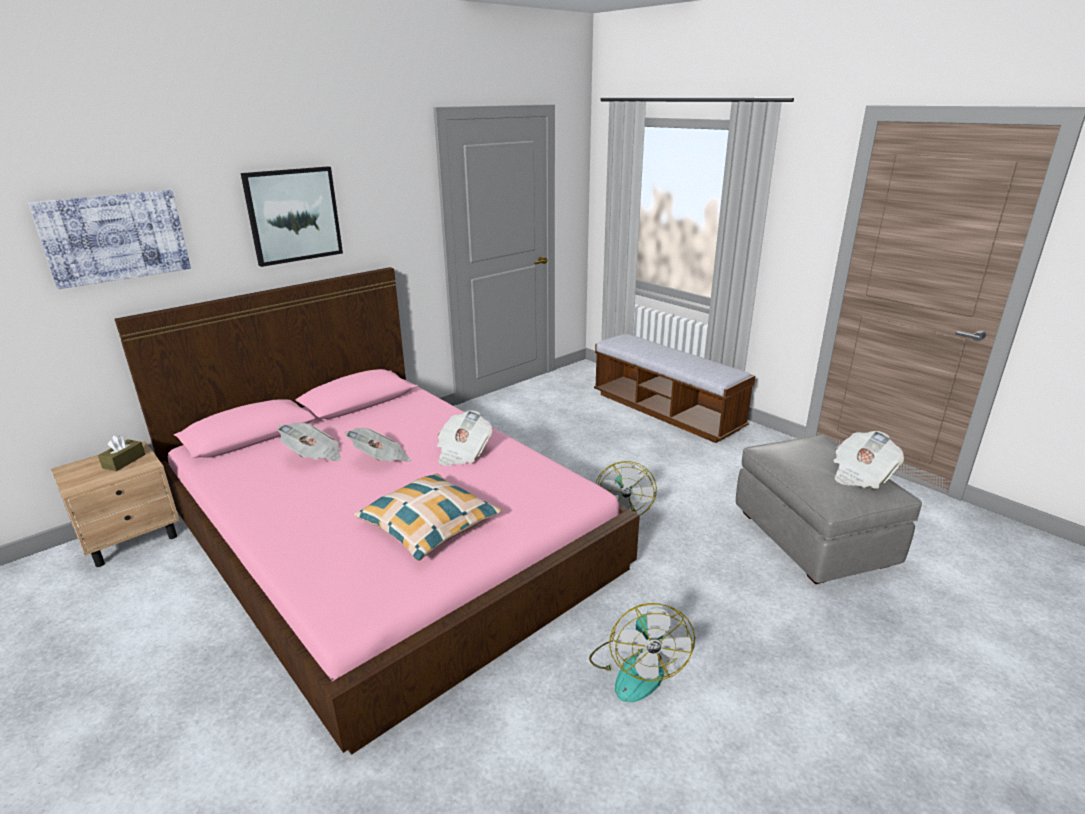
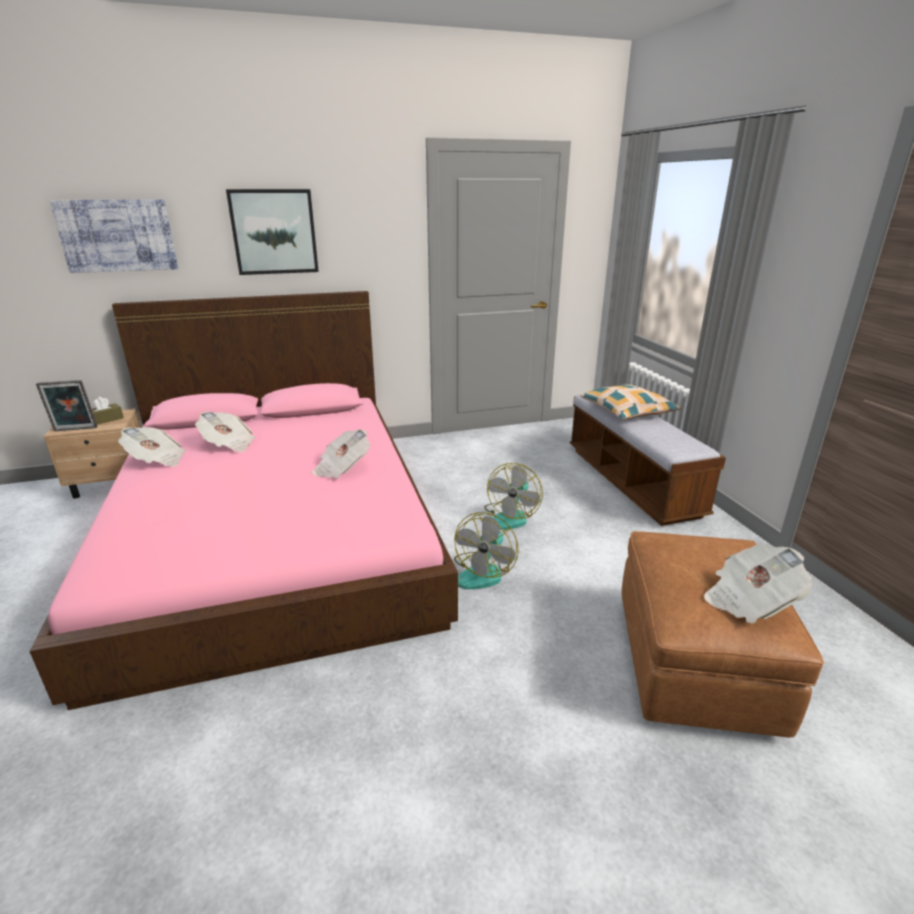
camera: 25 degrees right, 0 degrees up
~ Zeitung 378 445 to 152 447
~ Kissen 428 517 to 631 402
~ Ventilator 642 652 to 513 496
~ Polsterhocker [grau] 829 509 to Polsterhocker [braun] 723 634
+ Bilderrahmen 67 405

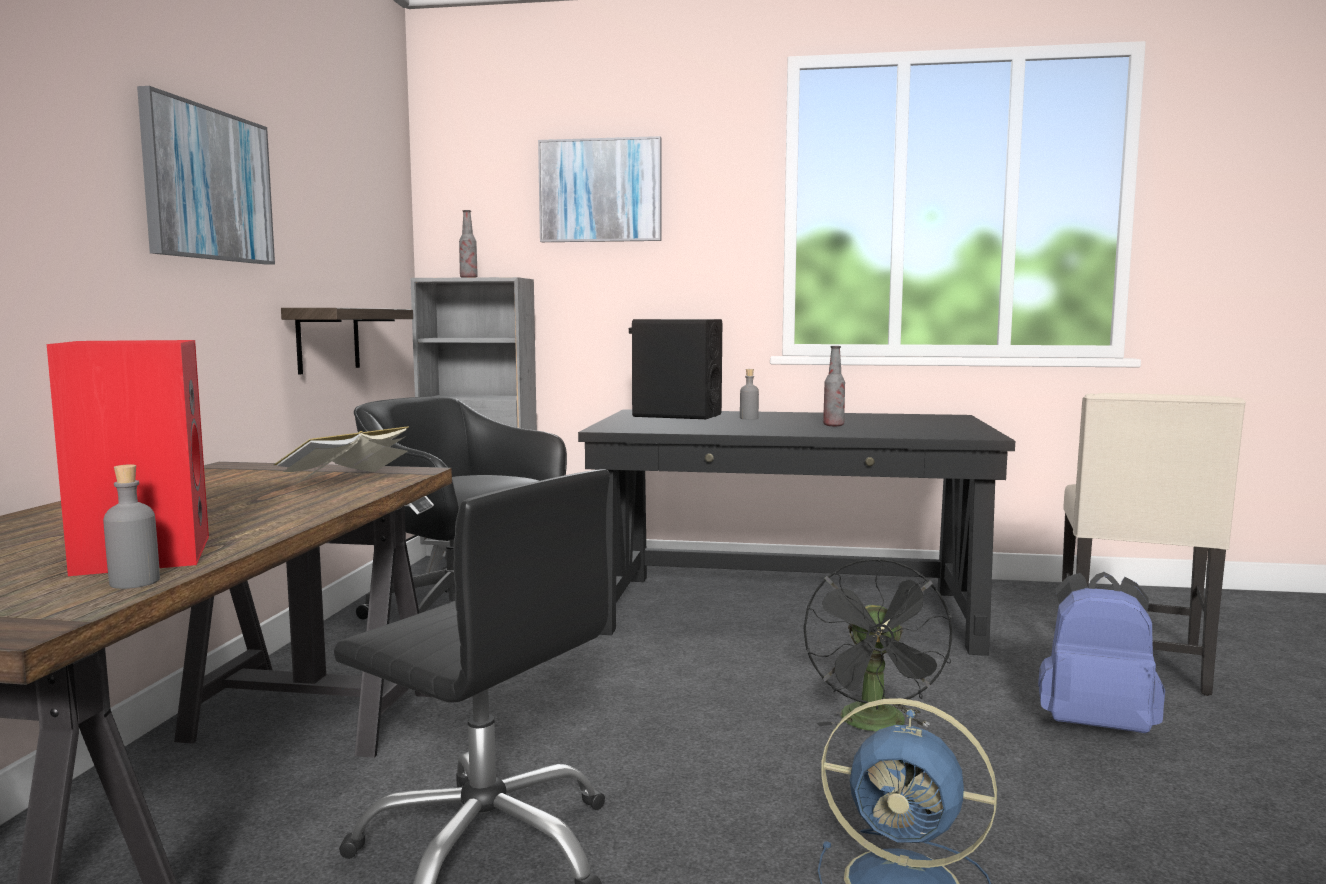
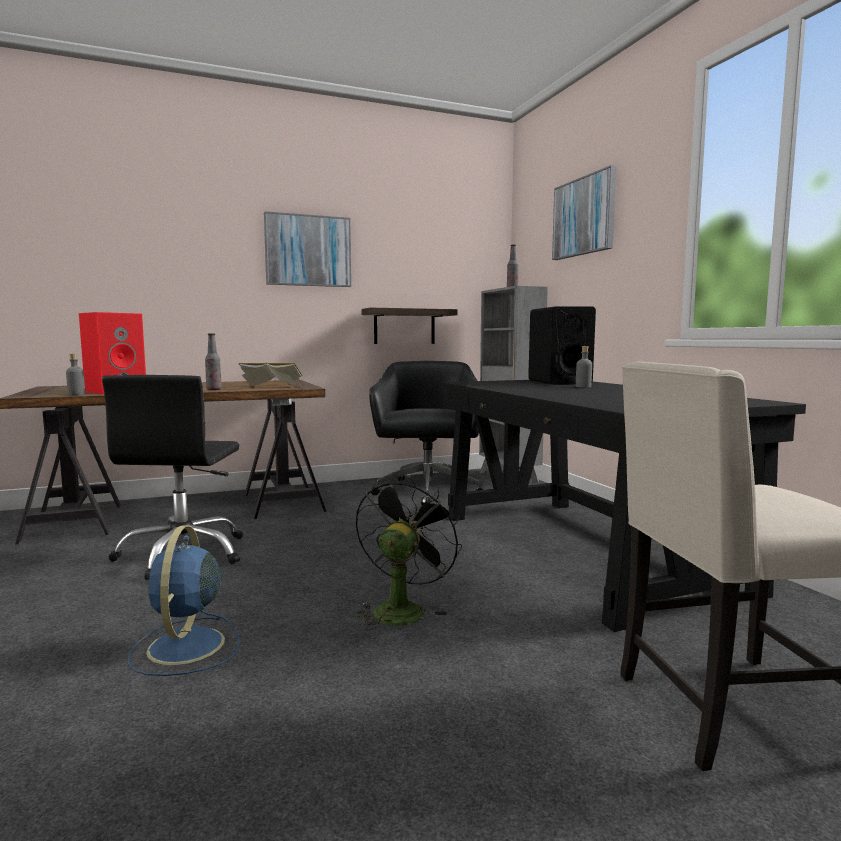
camera: 60 degrees right, 0 degrees up
~ Ventilator [schwarz] 877 644 = 409 553 135 degrees clockwise
~ Flasche 834 386 to 213 361
- Rucksack [blau] 1101 652

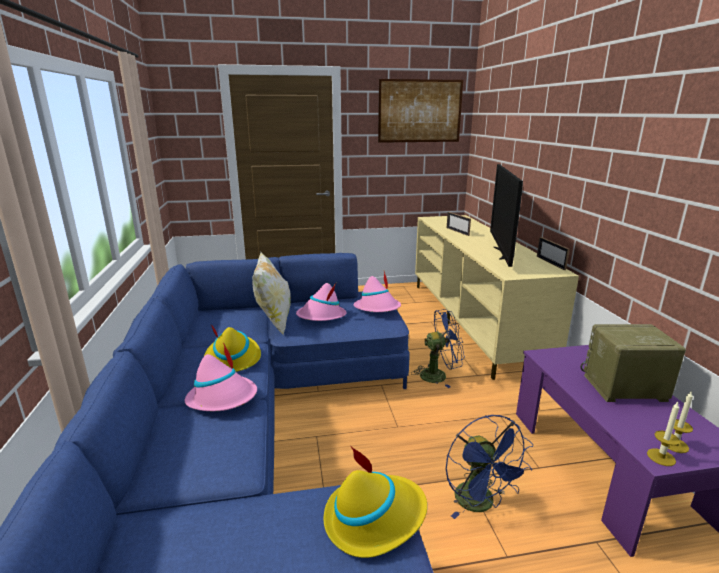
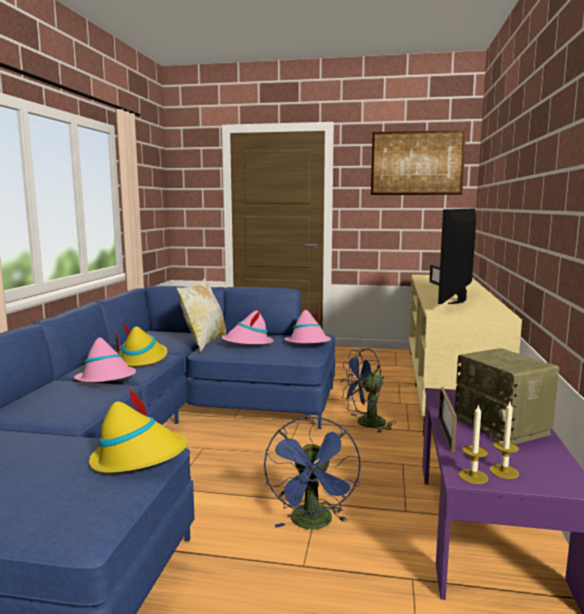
camera: 20 degrees right, 10 degrees down
~ Ventilator [blau] 438 348 = 368 390 150 degrees clockwise
~ Bilderrahmen 553 253 to 448 420
~ Radio 633 363 = 507 396 135 degrees counterclockwise

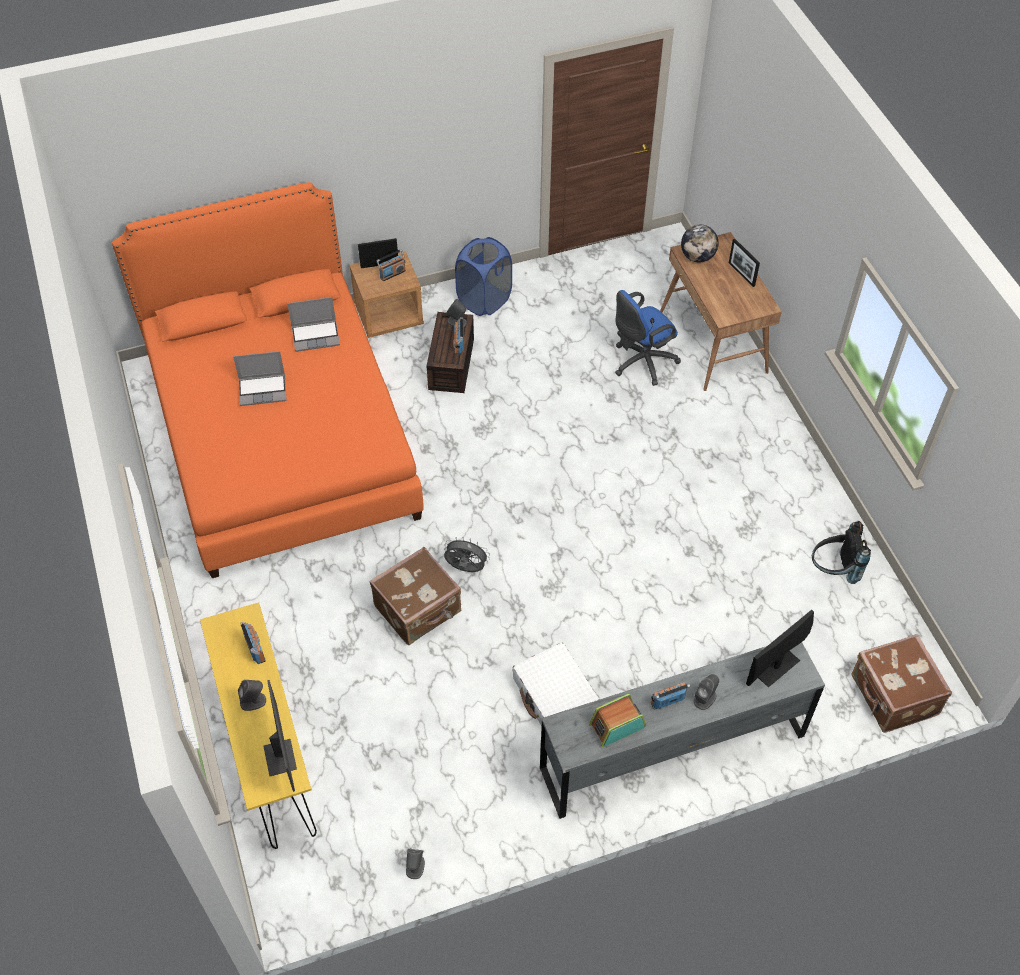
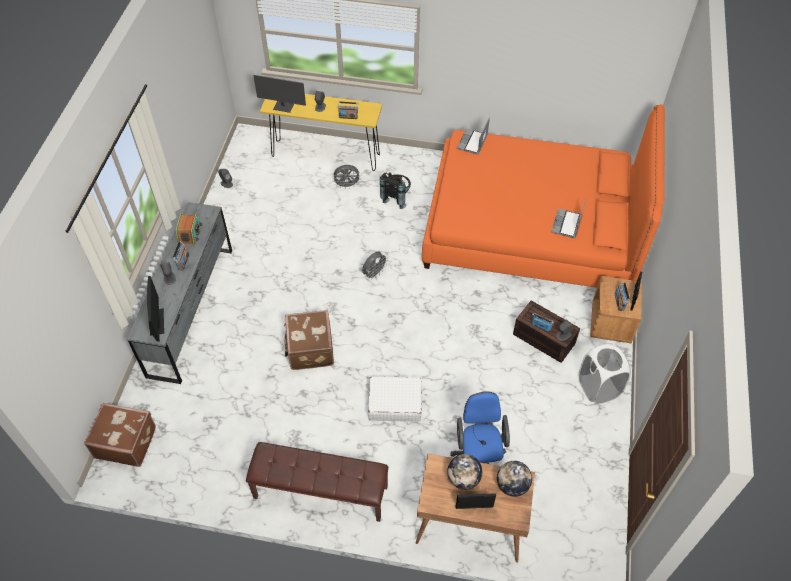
camera: 120 degrees right, 0 degrees up
~ Laptop 260 378 to 473 136
~ Koffer [braun] 415 596 to 309 340
~ Wäschekorb [blau] 483 276 to Wäschekorb [weiß] 605 374
~ Koffer [weiß] 556 684 to 395 399
~ Rucksack [schwarz] 841 552 to 395 190
+ Bank [braun] 317 482
+ Ventilator [grau] 346 176
+ Globus 464 472

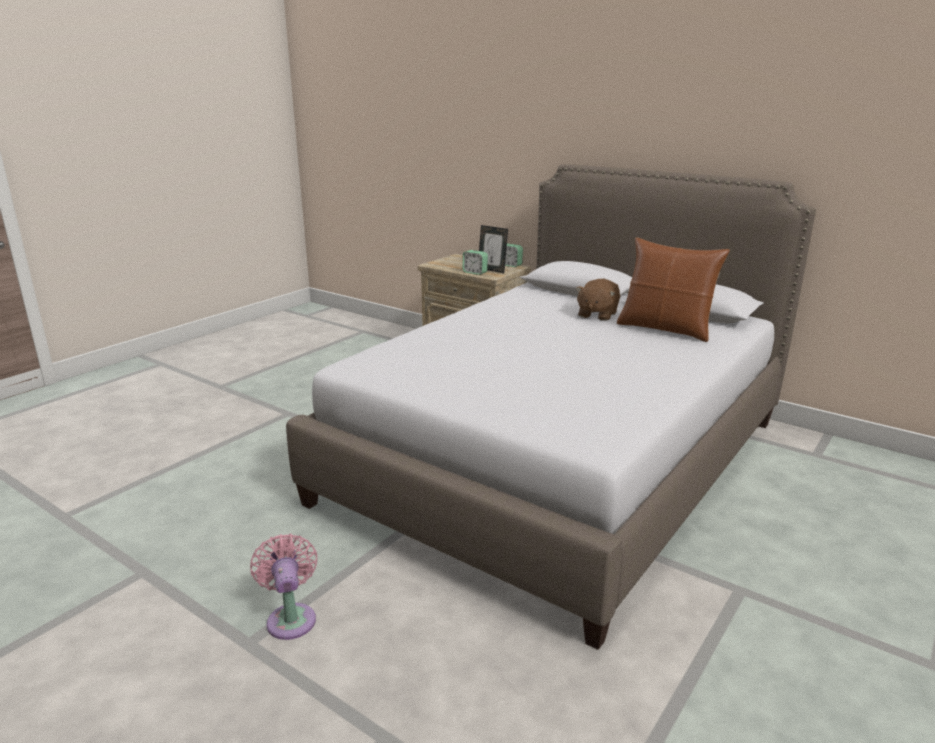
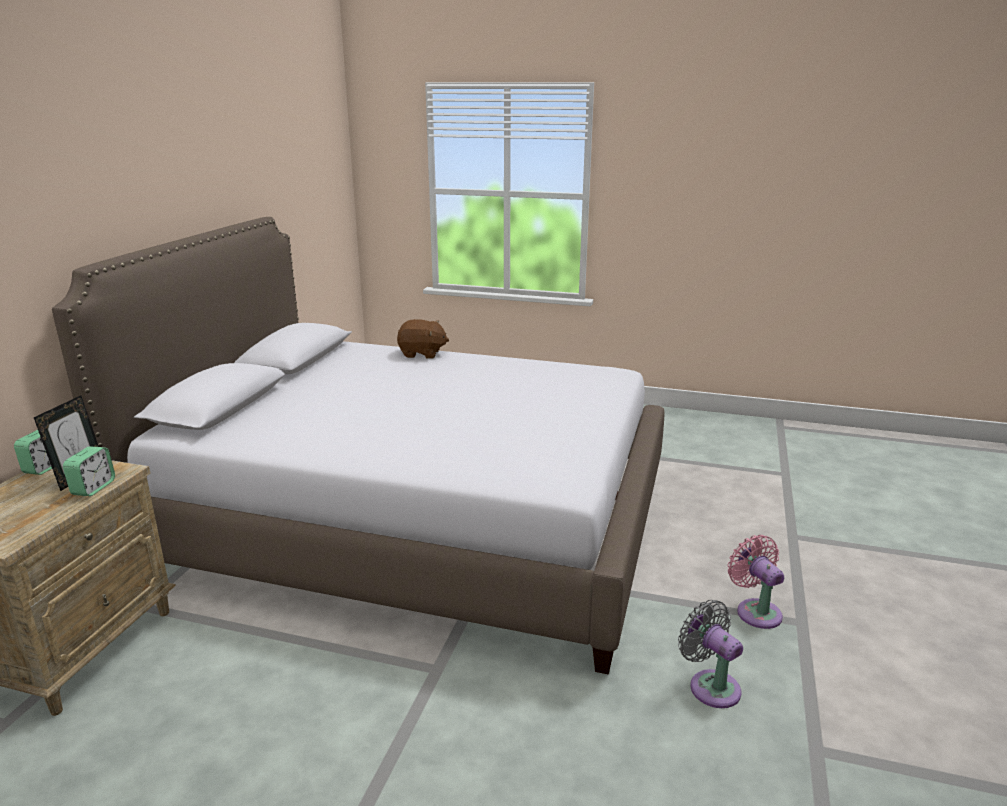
camera: 110 degrees left, 0 degrees up
~ Ventilator [rosa] 283 587 = 756 582 105 degrees clockwise
~ Plüschtier [braun] 598 300 to 423 338
- Kissen [braun] 673 289
+ Ventilator [grau] 710 654

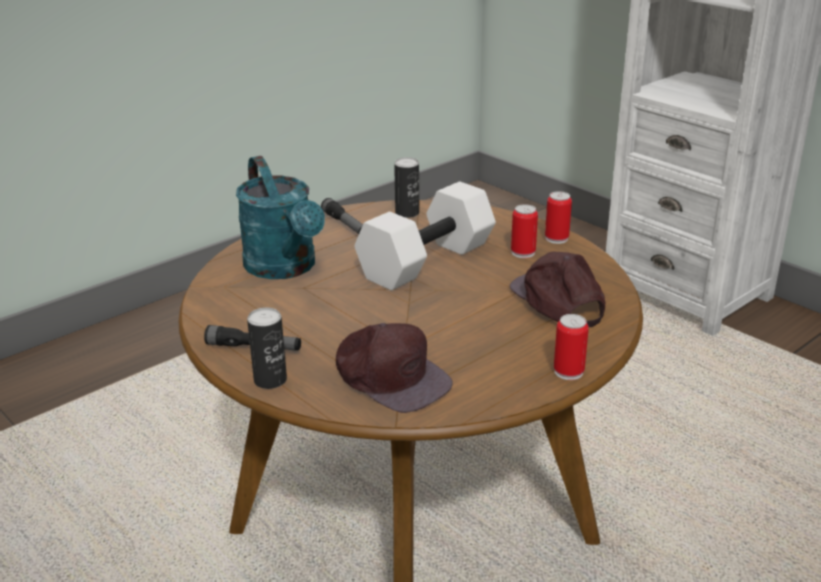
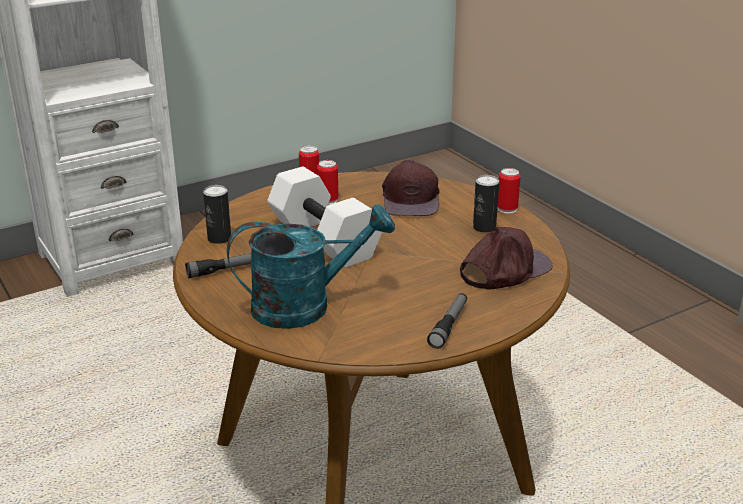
camera: 80 degrees left, 0 degrees up
~ Dose 267 348 to 486 204
~ Kappe [braun] 558 289 = 411 188 75 degrees counterclockwise

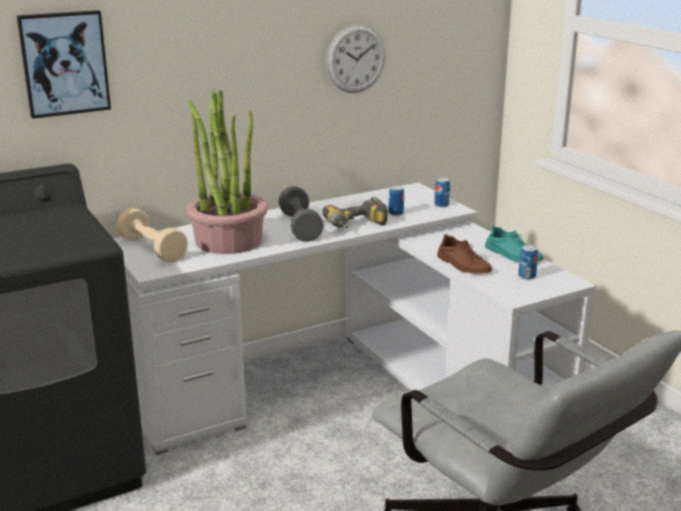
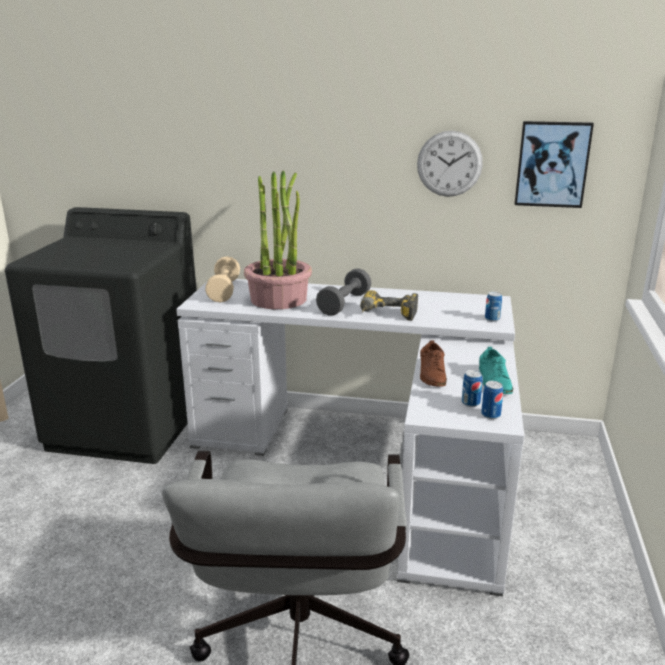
camera: 40 degrees right, 0 degrees up
~ Bild 64 64 to 554 164
~ Dose 396 201 to 492 400

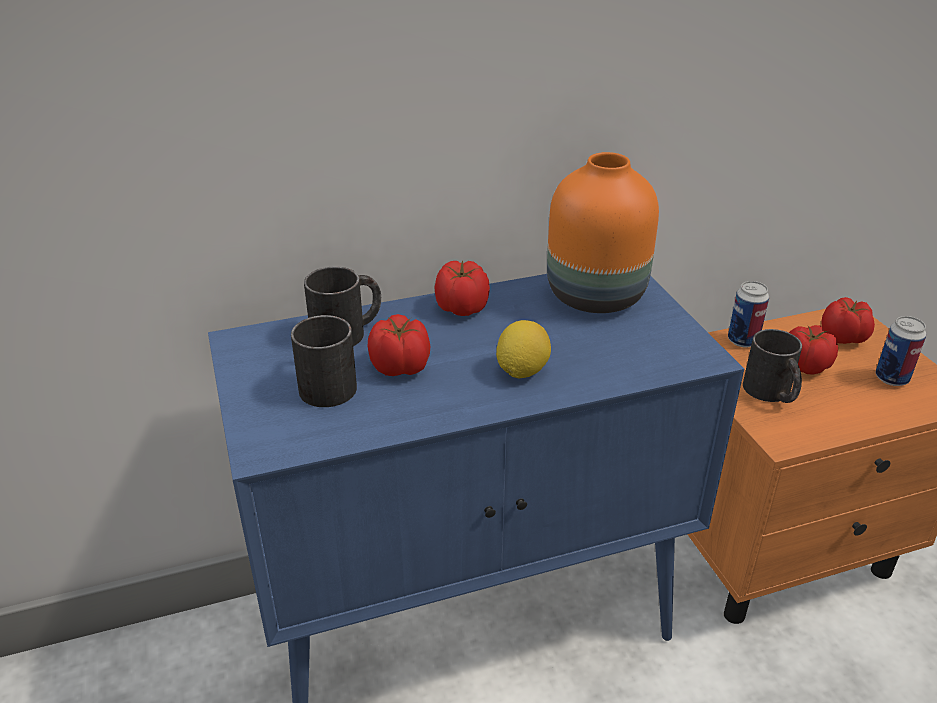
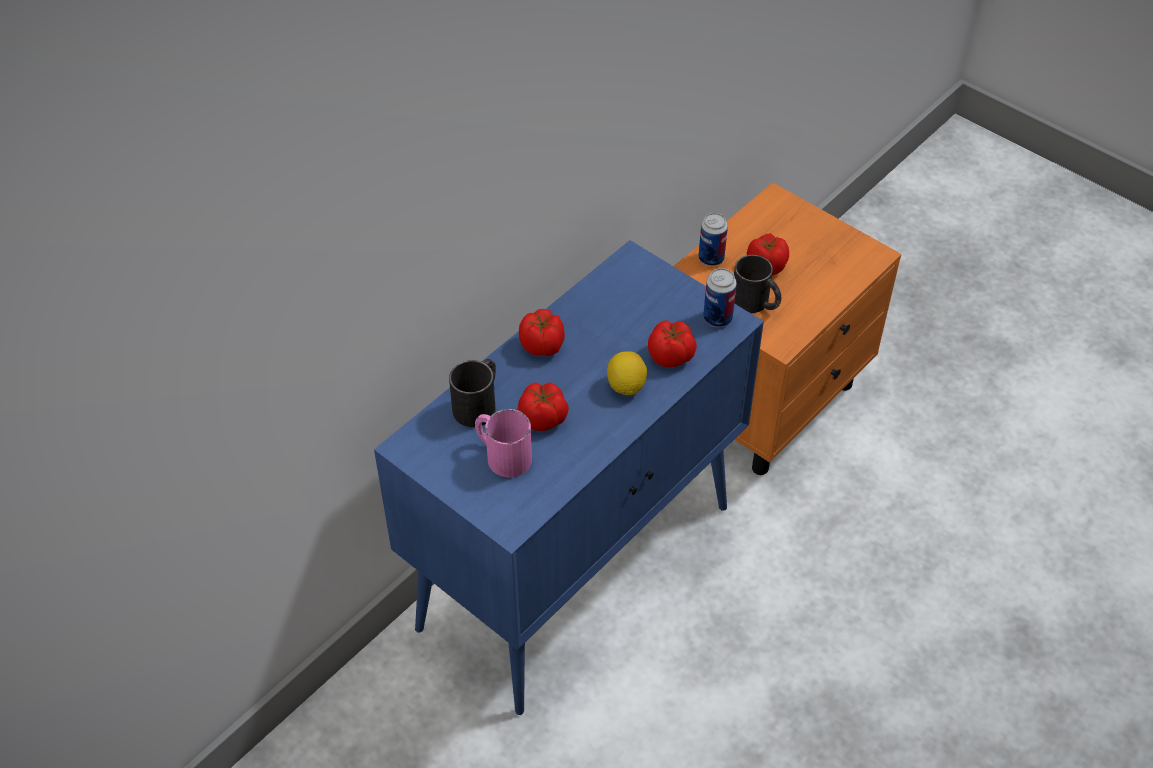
camera: 30 degrees left, 15 degrees up
~ Henkelbecher [schwarz] 324 361 to Henkelbecher [rosa] 503 443
- Vase [orange] 603 232
~ Tomate 848 320 to 672 344
~ Dose 901 351 to 720 297

